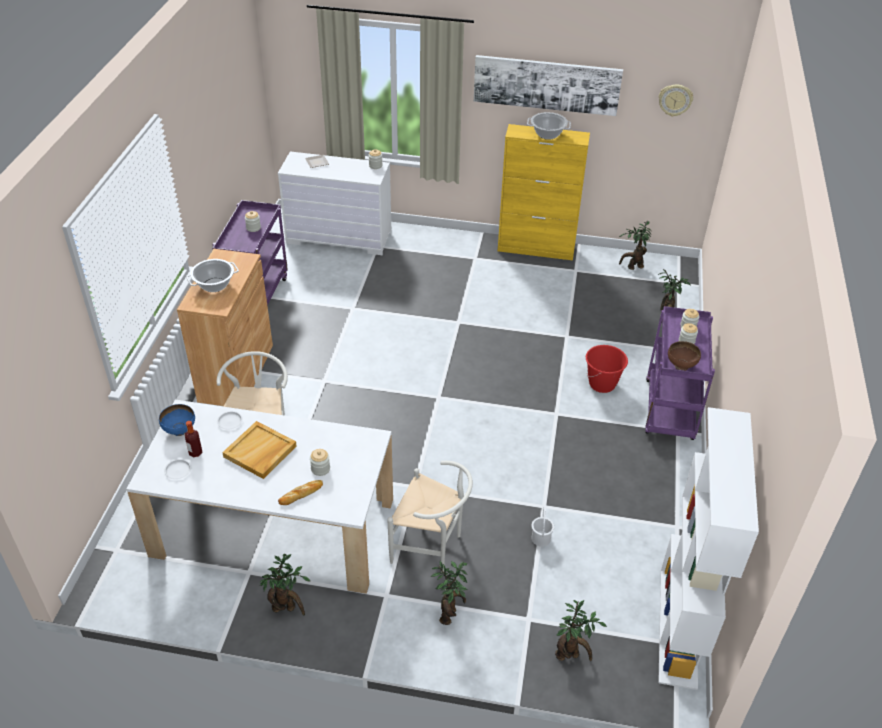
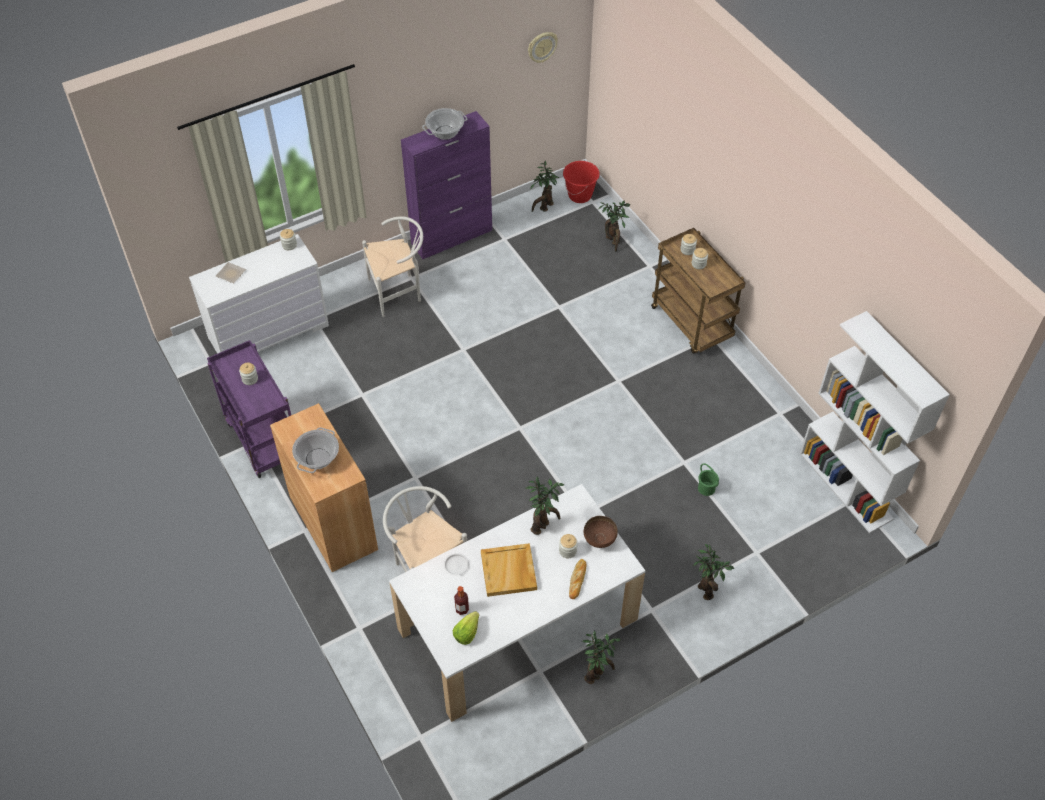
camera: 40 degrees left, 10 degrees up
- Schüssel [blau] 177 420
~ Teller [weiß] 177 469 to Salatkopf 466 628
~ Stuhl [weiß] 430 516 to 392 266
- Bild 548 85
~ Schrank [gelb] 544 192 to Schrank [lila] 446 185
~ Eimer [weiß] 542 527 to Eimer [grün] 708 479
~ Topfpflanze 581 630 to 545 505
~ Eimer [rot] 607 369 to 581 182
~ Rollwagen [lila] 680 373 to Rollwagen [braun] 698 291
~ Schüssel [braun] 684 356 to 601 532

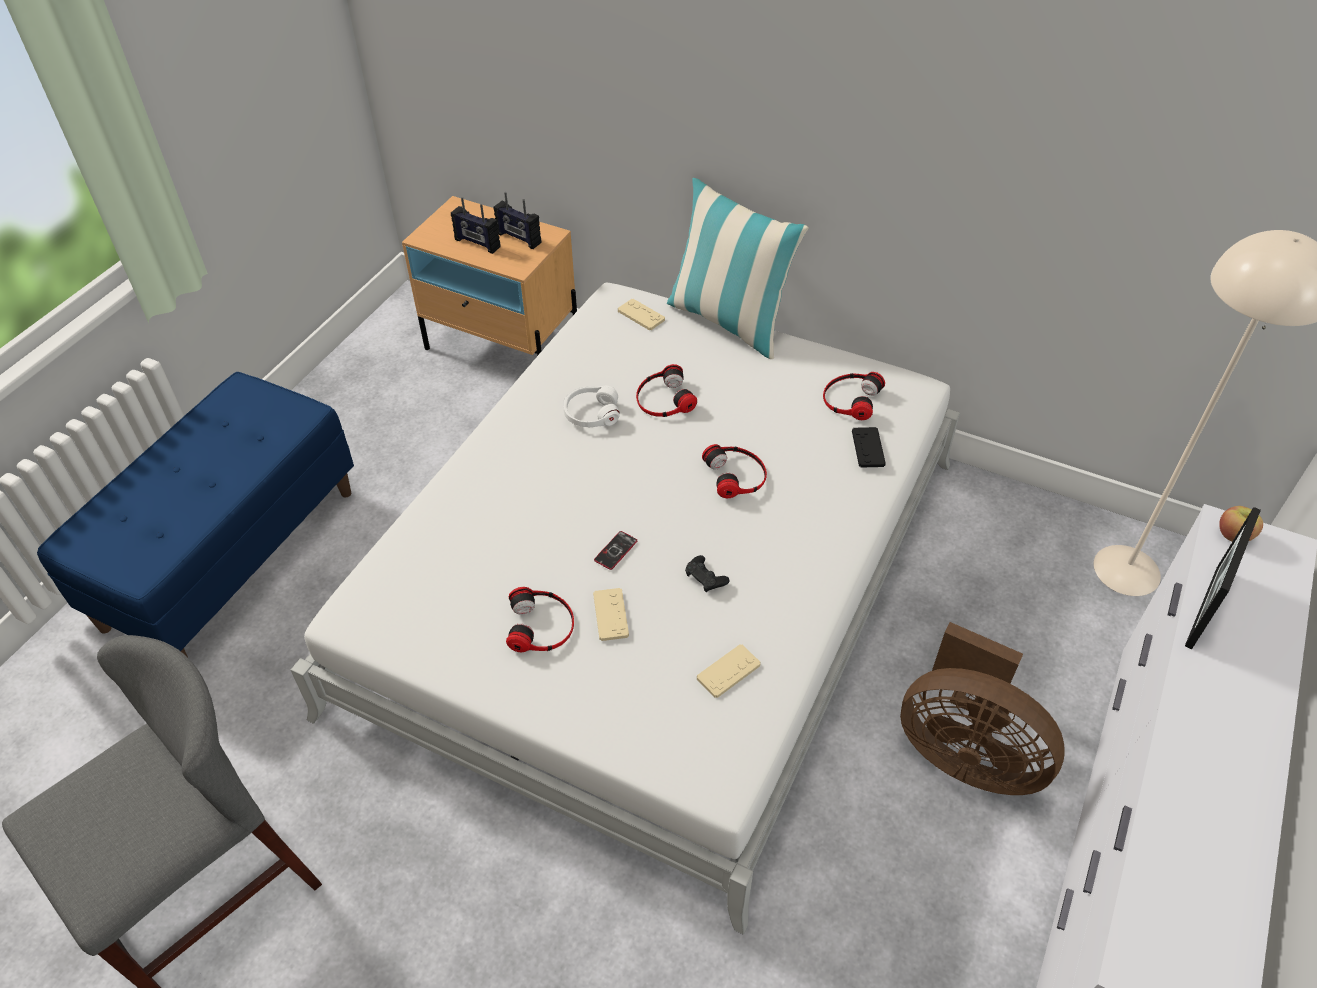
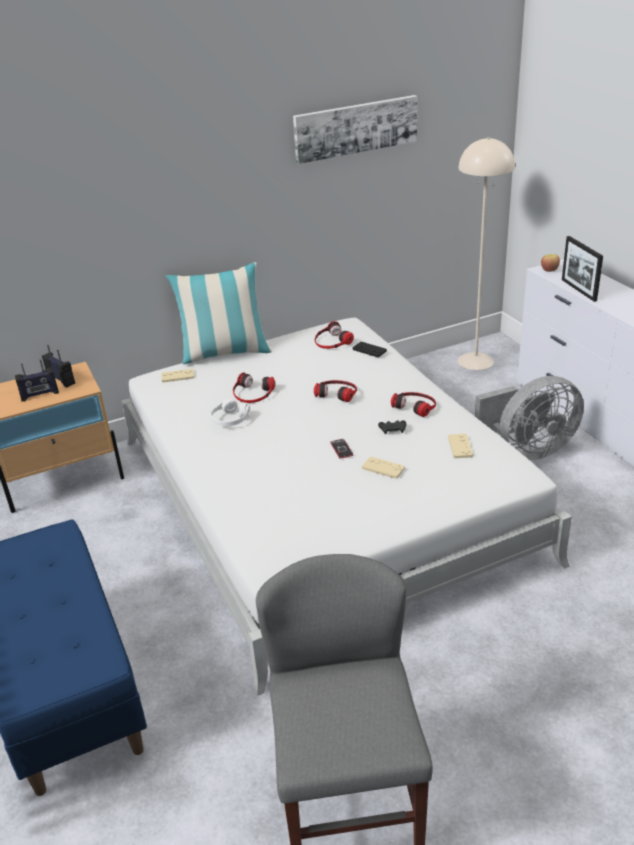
camera: 50 degrees left, 15 degrees down
~ Radio 517 220 = 58 366 120 degrees counterclockwise
~ Kopfhörer 540 619 to 413 404
~ Ventilator [braun] 982 708 to Ventilator [grau] 529 418
+ Bild 355 129

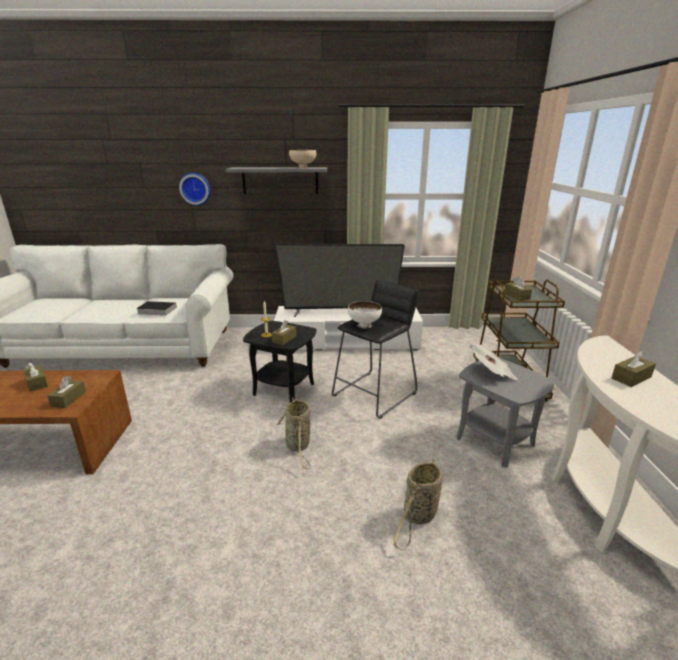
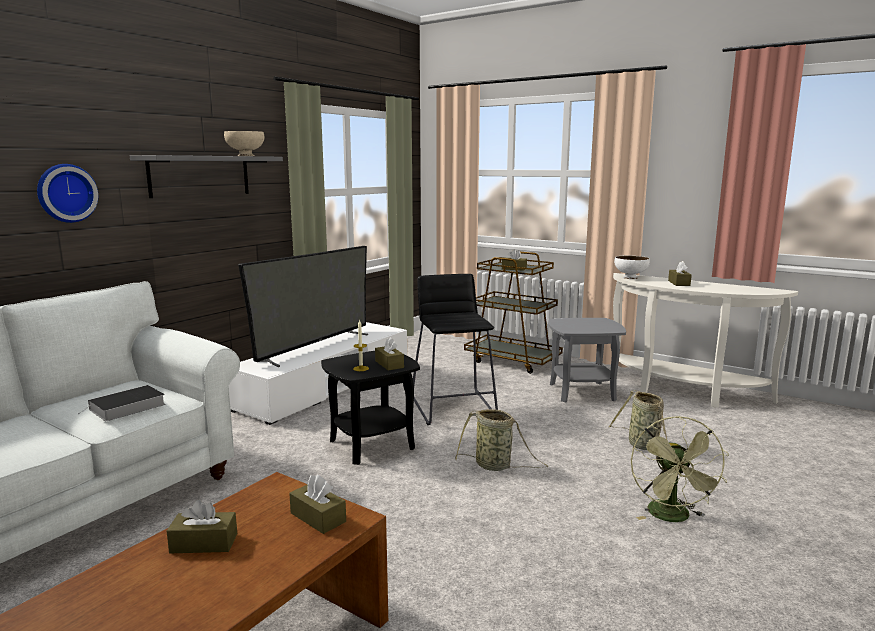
camera: 55 degrees left, 10 degrees down
~ Schüssel [weiß] 365 315 to 632 267
- Zeitung 493 361
+ Ventilator [grün] 680 469

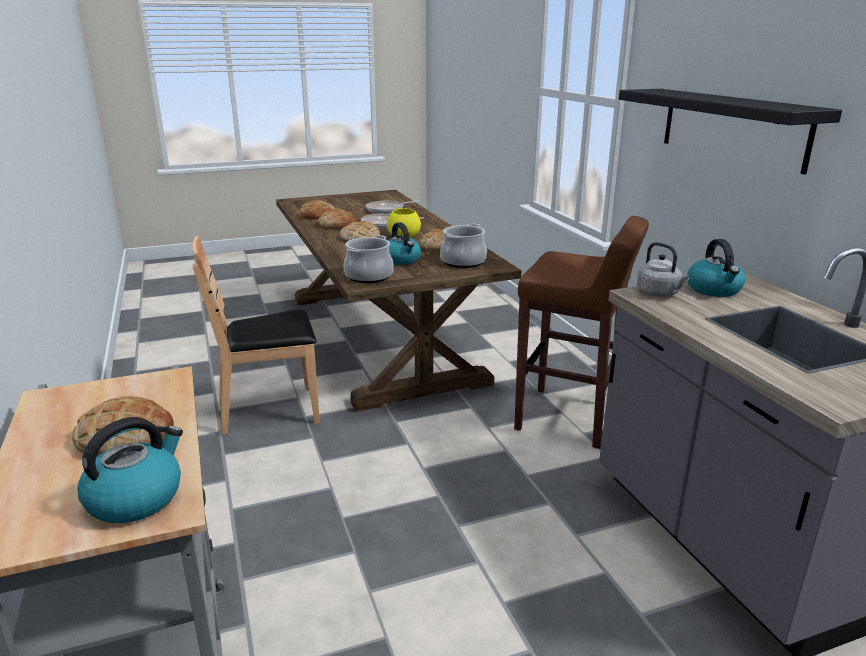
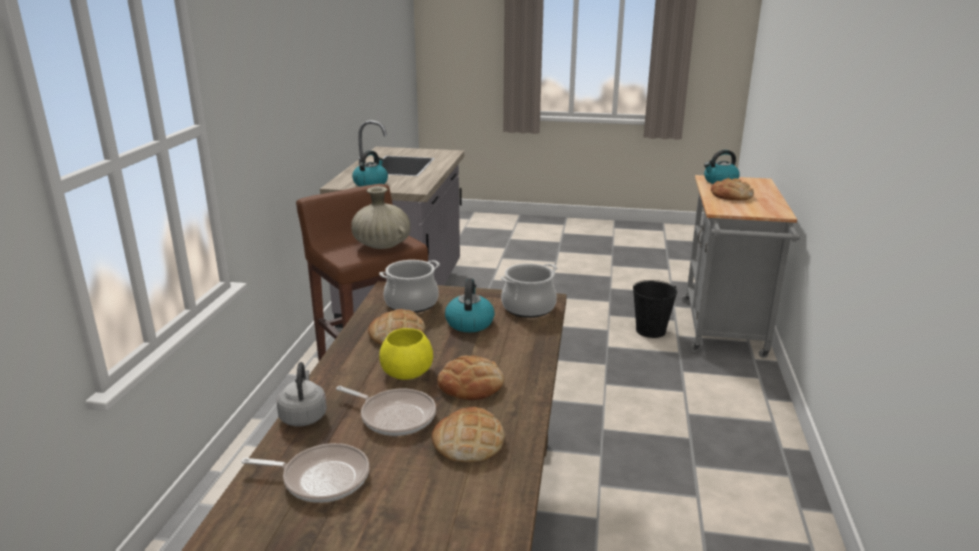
camera: 150 degrees left, 0 degrees up
- Stuhl [braun] 256 335
- Brot 317 209
- Wandregal [schwarz] 730 132
~ Wasserkessel [grau] 663 269 to 301 394
+ Vase [beige] 380 217
+ Eimer [schwarz] 655 309

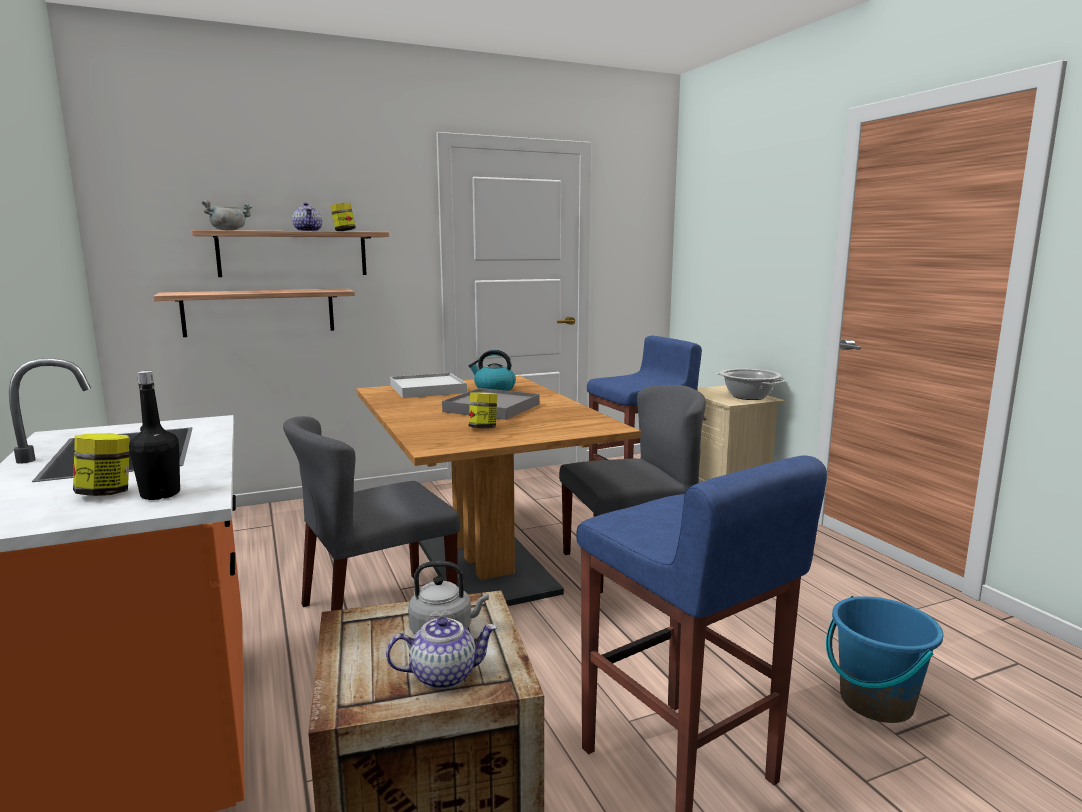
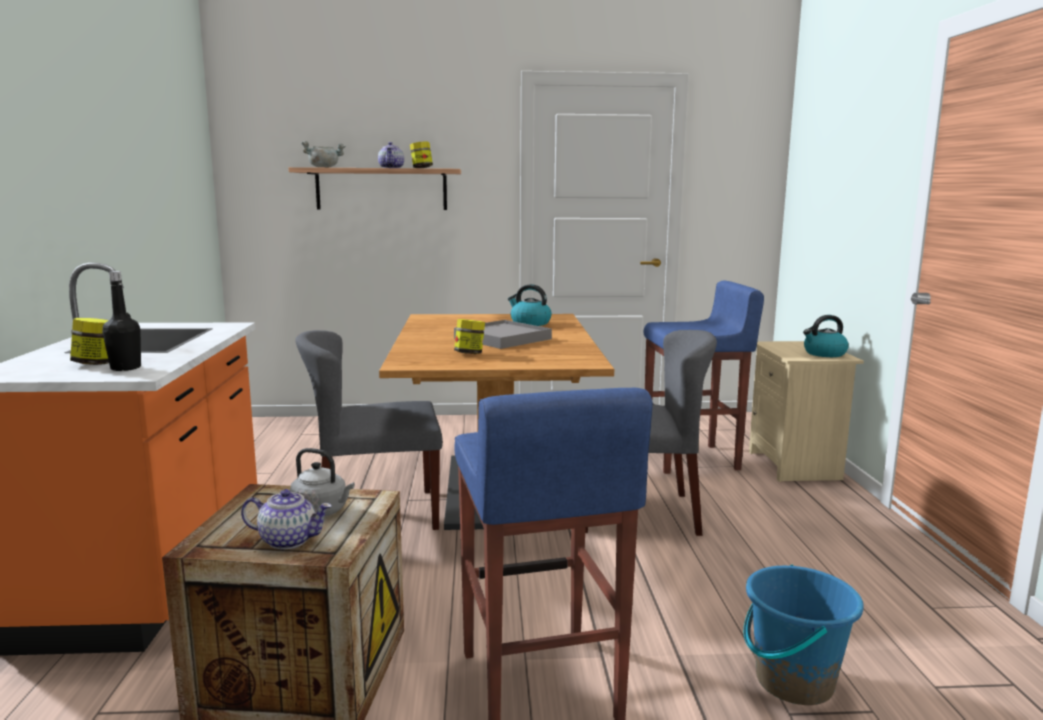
camera: 20 degrees right, 0 degrees up
- Wandregal 254 312
- Tablett [weiß] 428 385
~ Kochtopf 751 384 to Wasserkessel 826 336

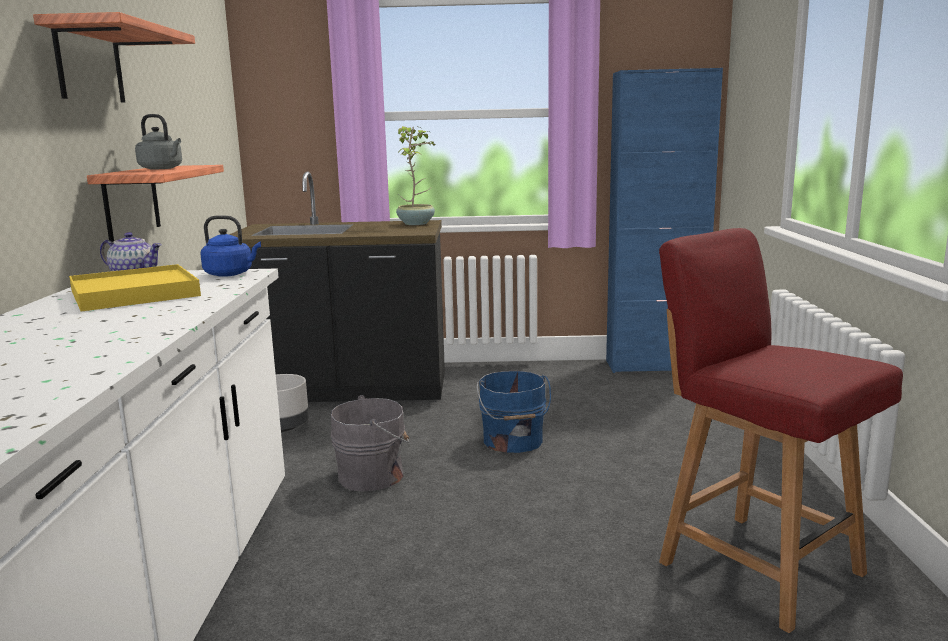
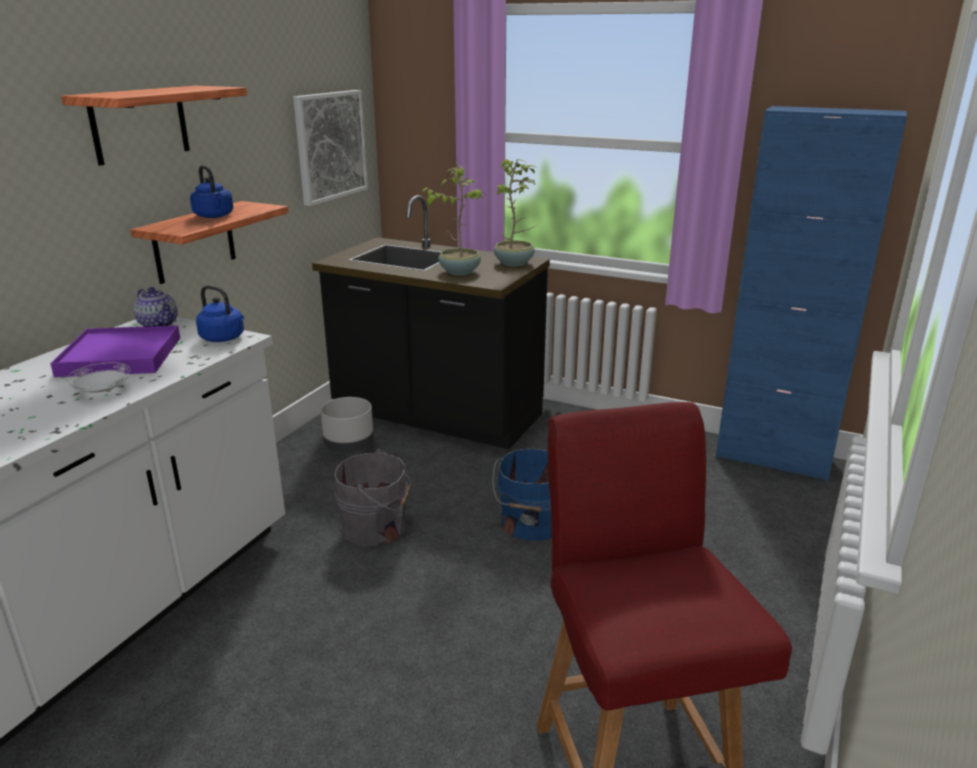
camera: 25 degrees right, 10 degrees up
~ Tablett [gelb] 135 288 to Tablett [lila] 115 351
~ Wasserkessel [grau] 158 141 to Wasserkessel [blau] 211 191
+ Teller [weiß] 98 378
+ Bild 330 148
+ Topfpflanze 452 220

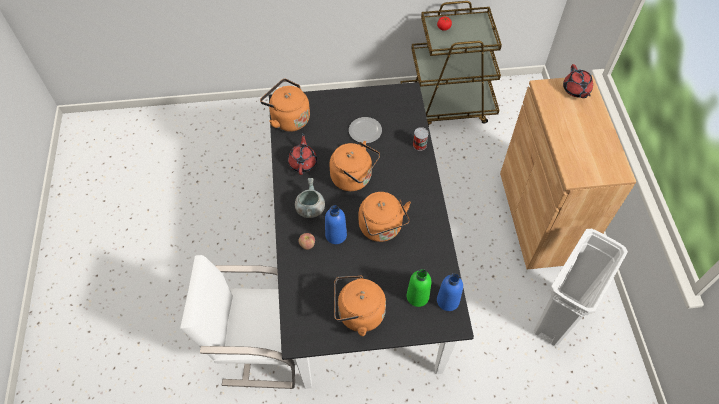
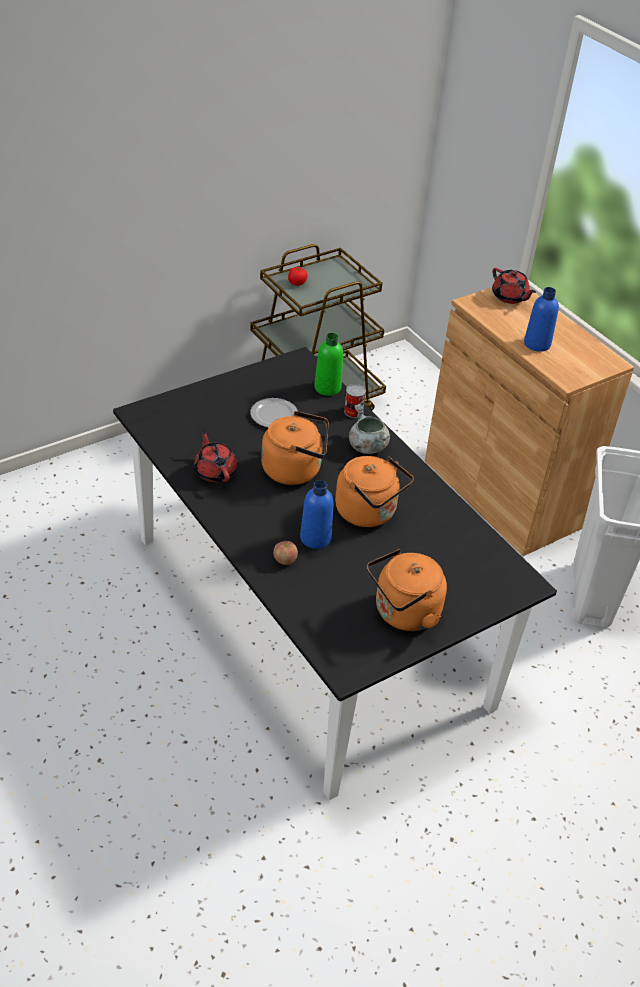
camera: 30 degrees left, 15 degrees down
- Stuhl [weiß] 238 322
- Wasserkessel [orange] 285 105
~ Kochtopf [grau] 310 198 to 369 429
~ Flasche [grün] 419 288 to 328 364
~ Flasche [blau] 450 292 to 541 319

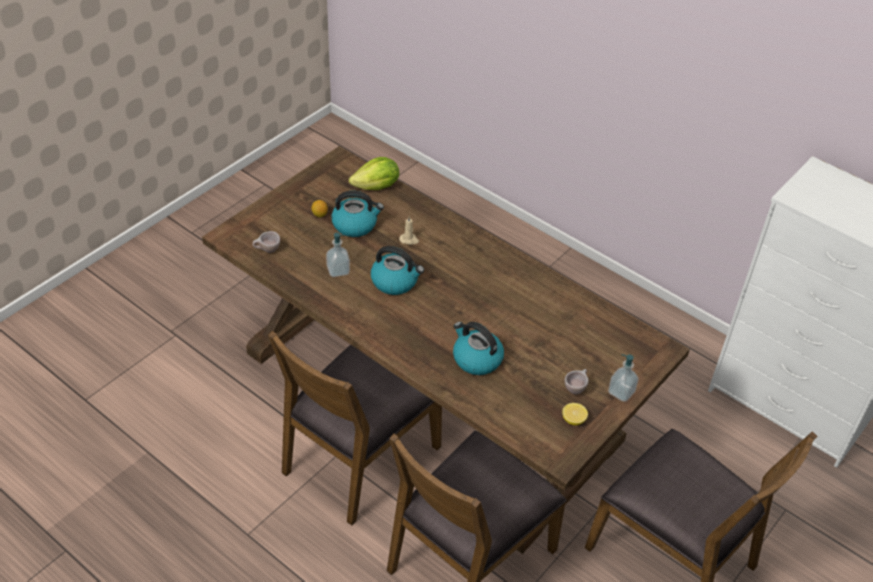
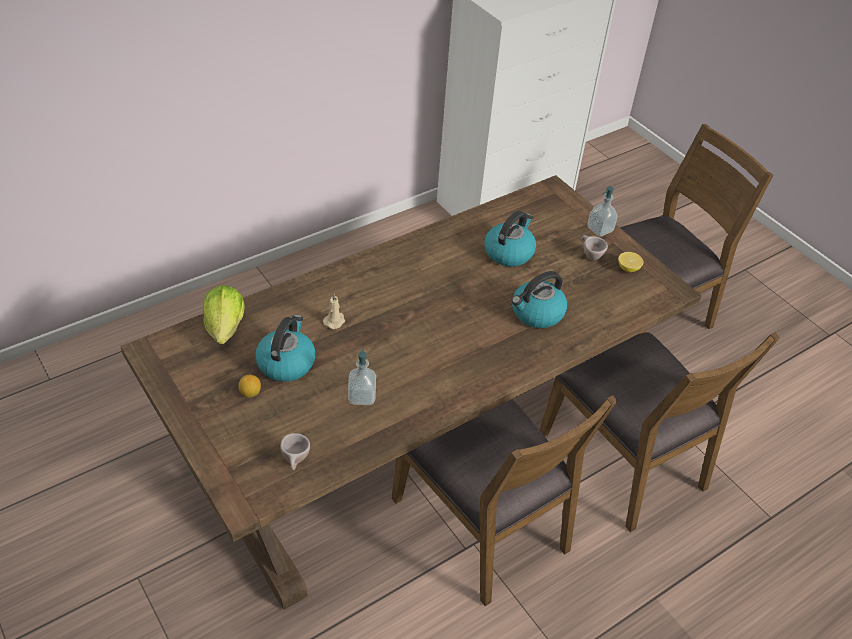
camera: 75 degrees left, 0 degrees up
~ Wasserkessel 397 270 to 510 239

